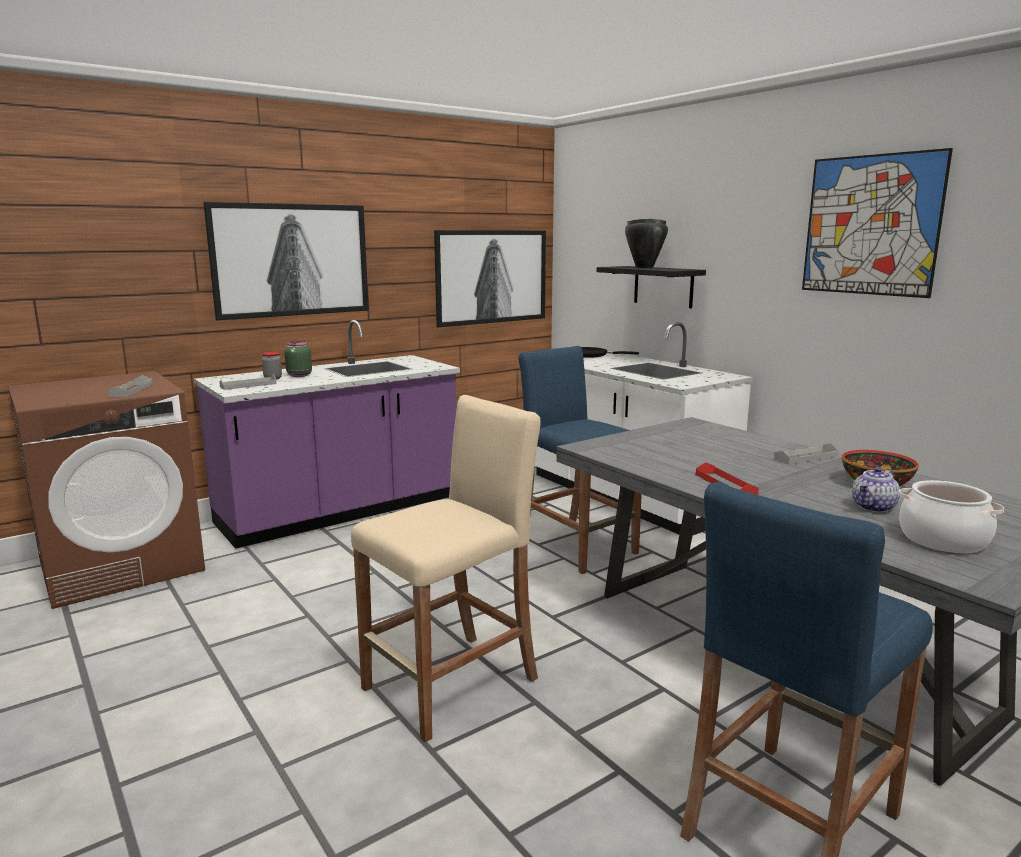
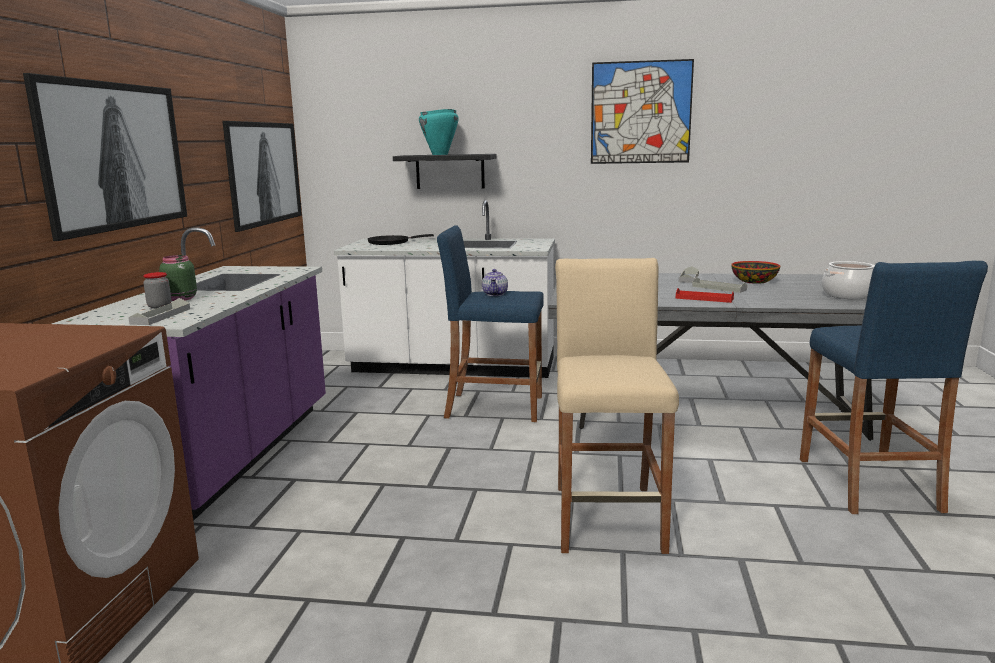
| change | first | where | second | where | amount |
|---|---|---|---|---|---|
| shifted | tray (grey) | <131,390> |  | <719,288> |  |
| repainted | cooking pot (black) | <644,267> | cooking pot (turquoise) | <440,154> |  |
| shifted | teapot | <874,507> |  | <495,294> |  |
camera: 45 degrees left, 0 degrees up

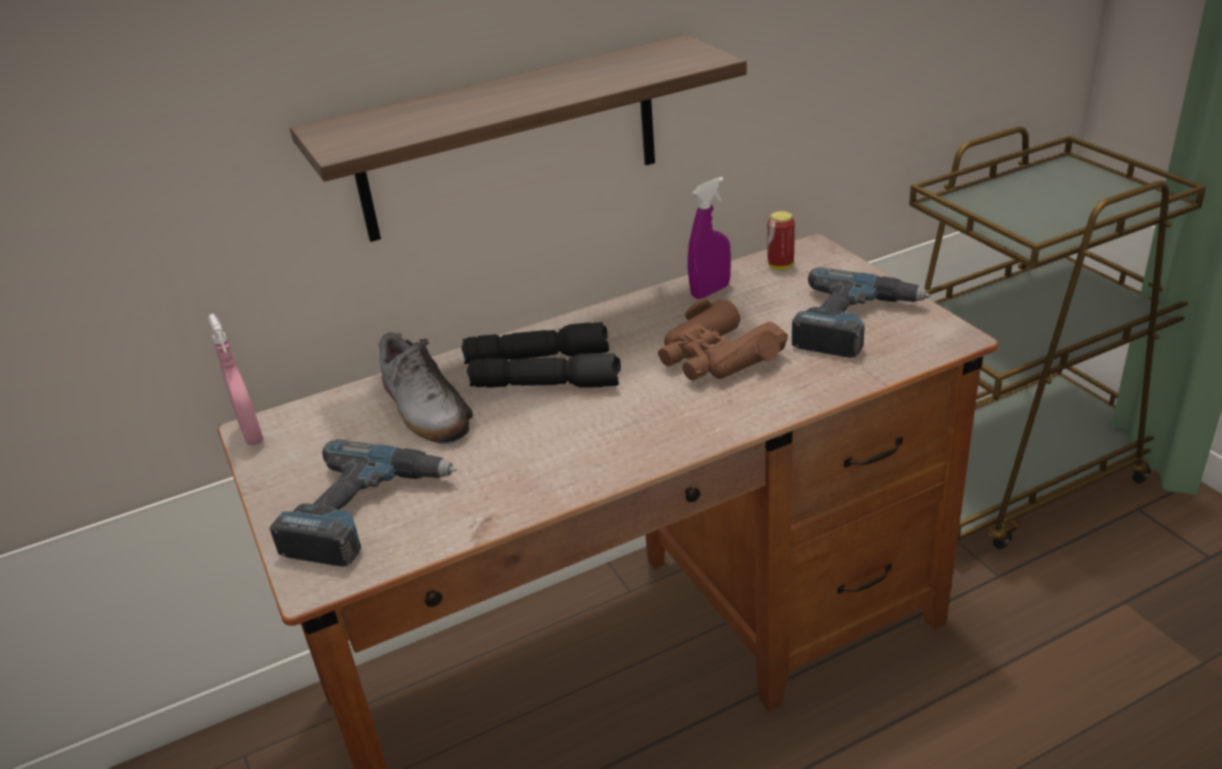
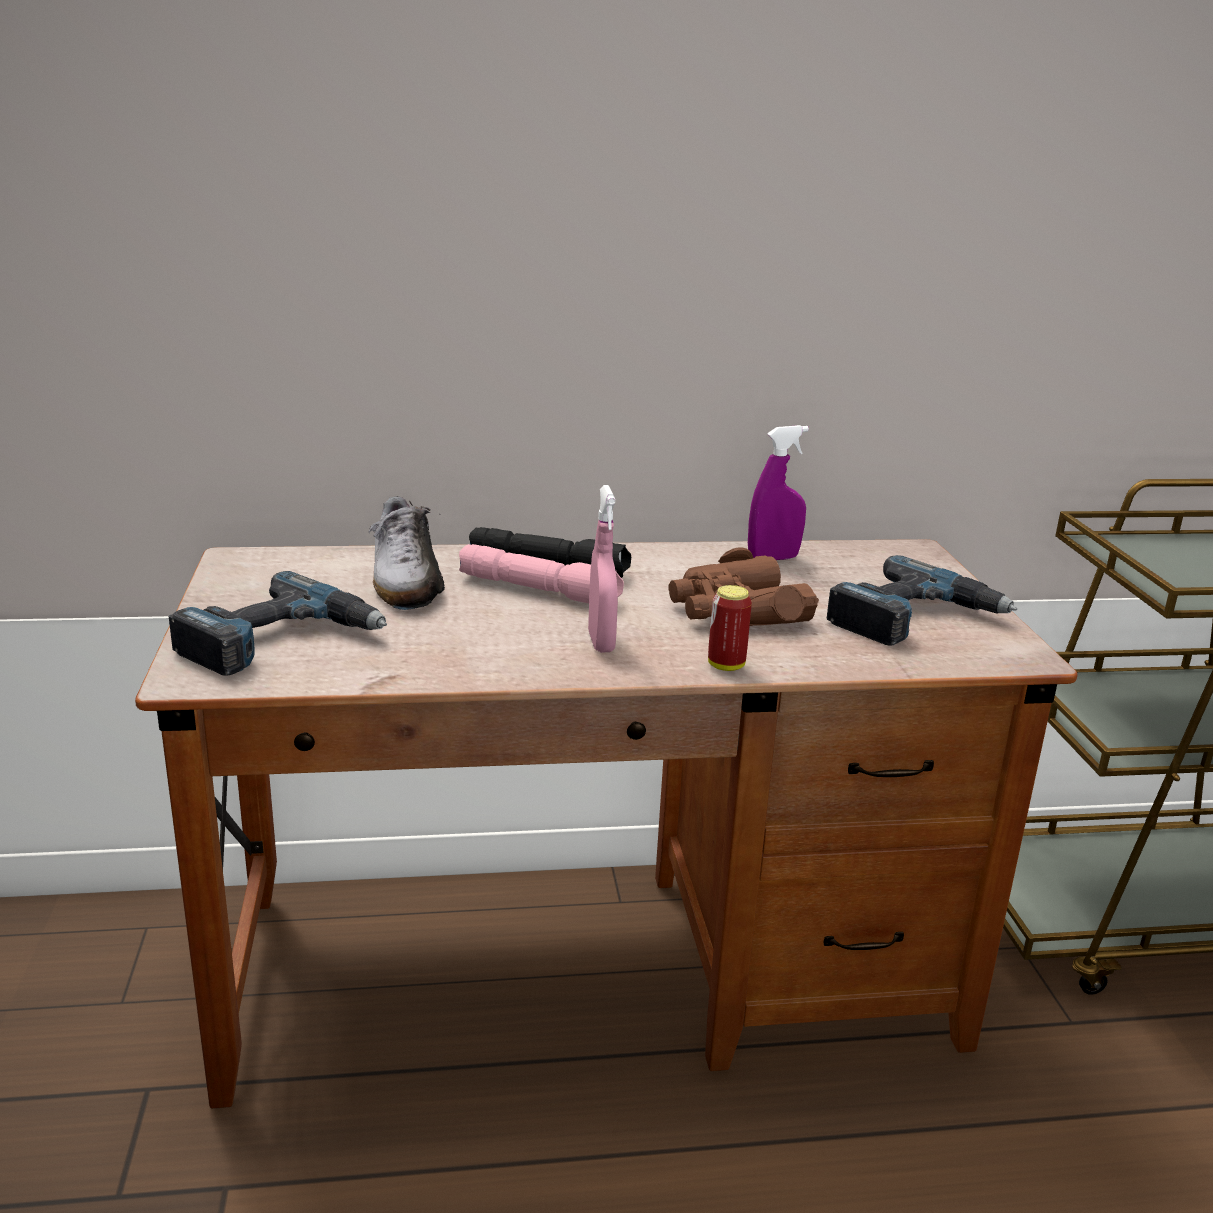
| change | first | where | second | where | amount |
|---|---|---|---|---|---|
| shifted | spray bottle (pink) | <252,434> |  | <601,642> |  |
| gone | shelf | <509,140> |  |  |  |
| repainted | flashlight (black) | <547,384> | flashlight (pink) | <540,590> |  |
| shifted | can | <780,266> |  | <726,665> |  |
camera: 15 degrees right, 10 degrees down

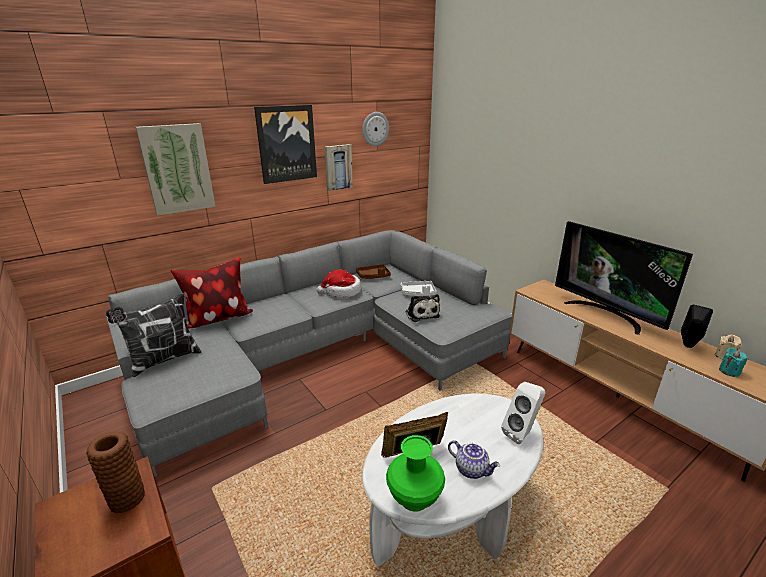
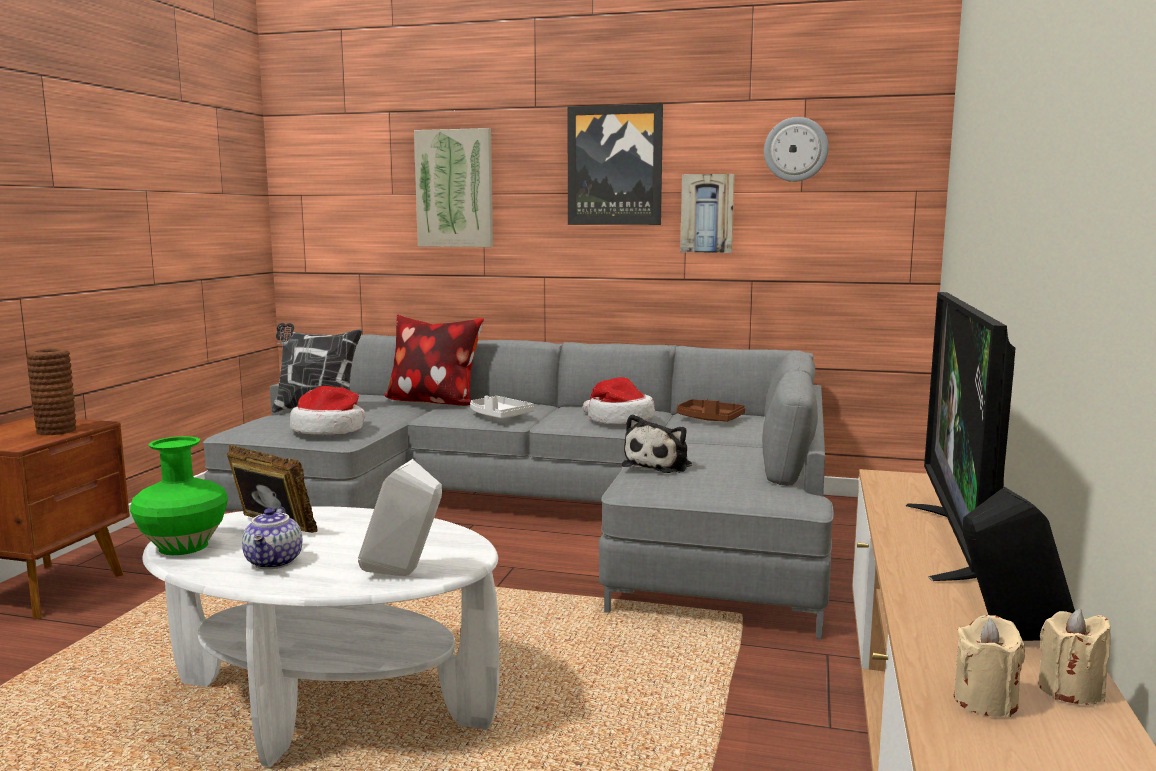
| change | first | where | second | where | amount |
|---|---|---|---|---|---|
| shifted | tray (white) | <418,293> |  | <499,416> |  |
| repainted | candle (turquoise) | <729,371> | candle (beige) | <985,701> |  |
| new |  |  | hat | <329,430> |  |
camera: 50 degrees right, 15 degrees down

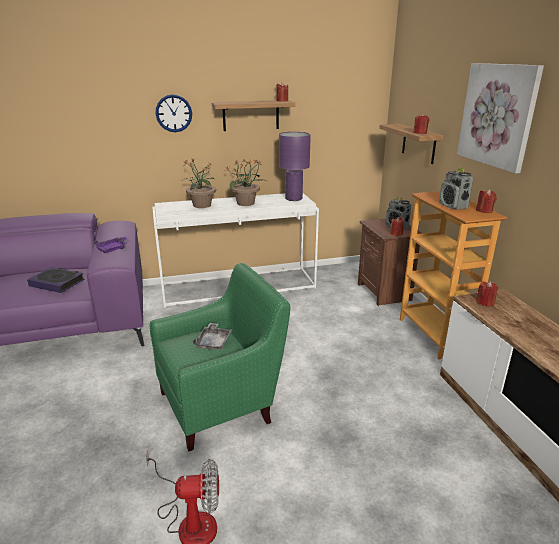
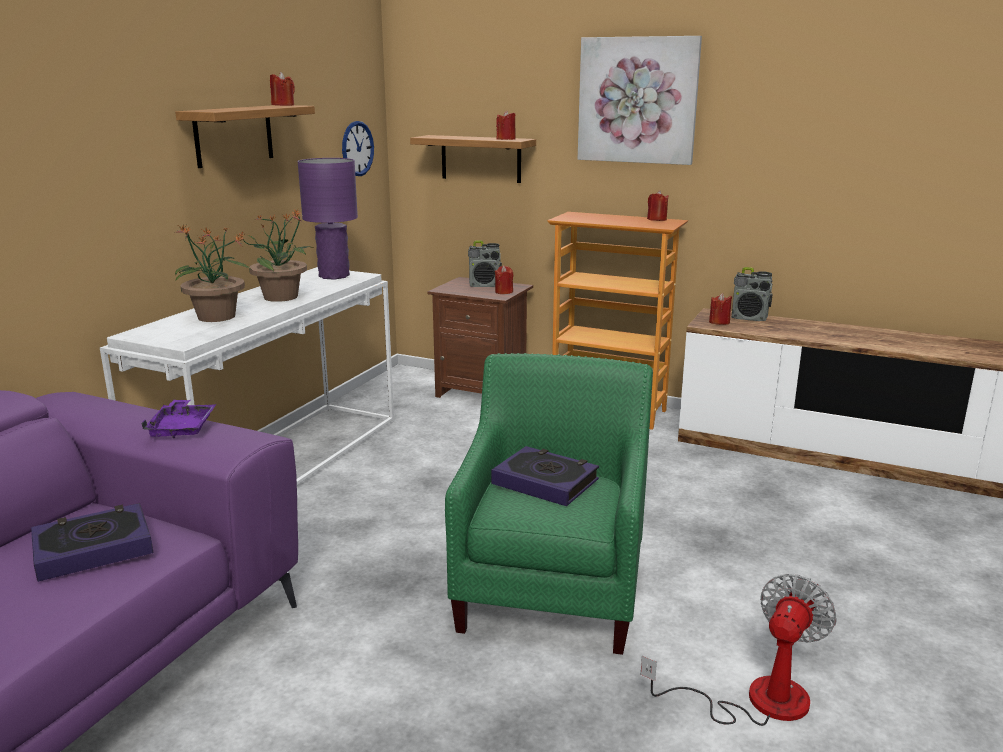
| change | first | where | second | where | amount |
|---|---|---|---|---|---|
| shifted | wall clock | <174,113> |  | <357,148> |  |
| swapped | tray (grey) | <214,342> | book | <545,482> |  |
| shifted | radio | <453,206> |  | <749,318> |  |
camera: 50 degrees left, 5 degrees down

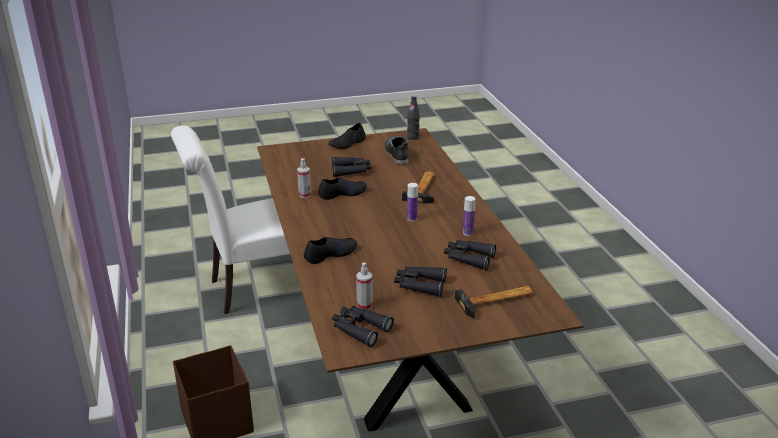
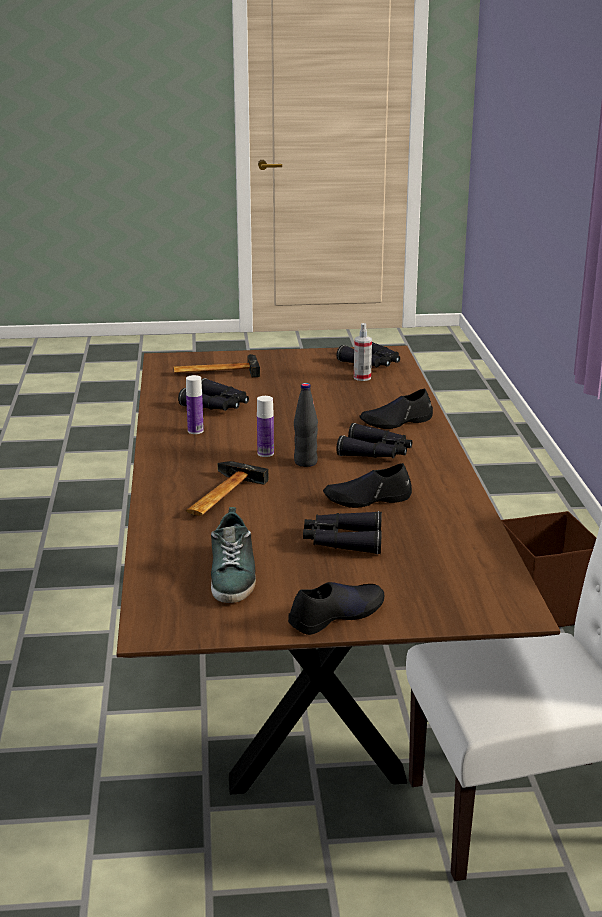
| change | first | where | second | where | amount |
|---|---|---|---|---|---|
| gone | spray bottle | <304,195> |  |  |  |
| shifted | binoculars (black) | <419,285> |  | <376,453> |  |
| shifted | bottle (black) | <413,137> |  | <305,462> |  |
camera: 170 degrees left, 5 degrees down

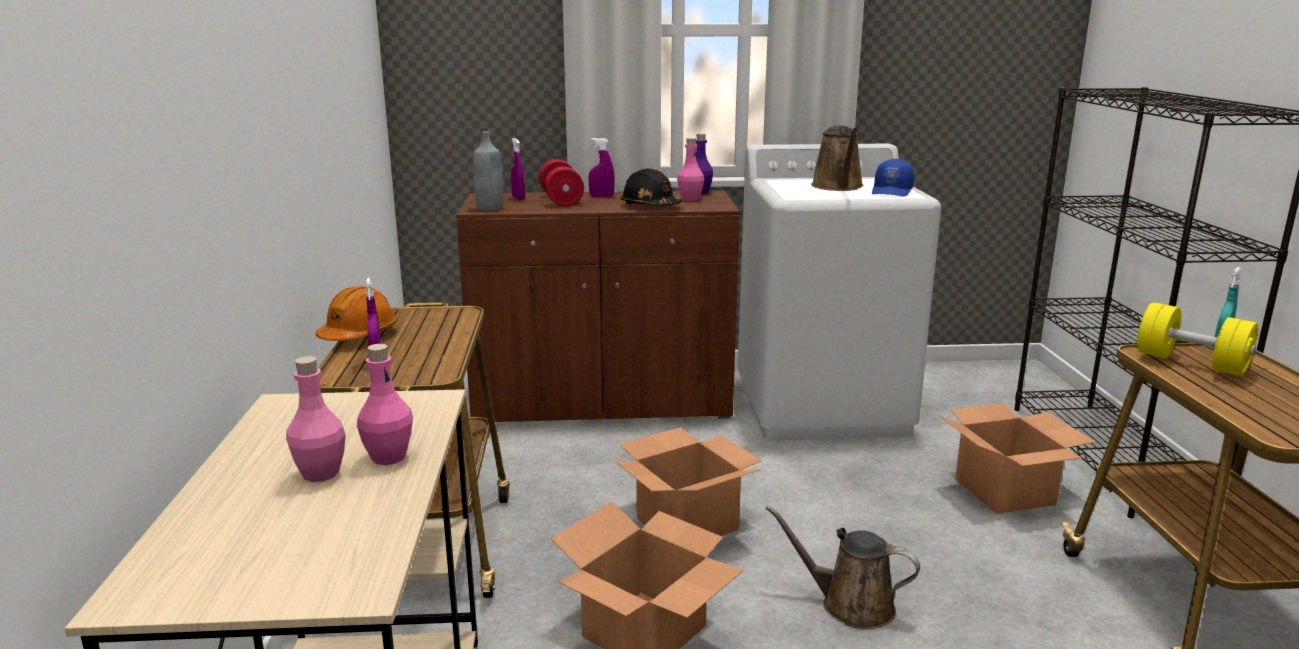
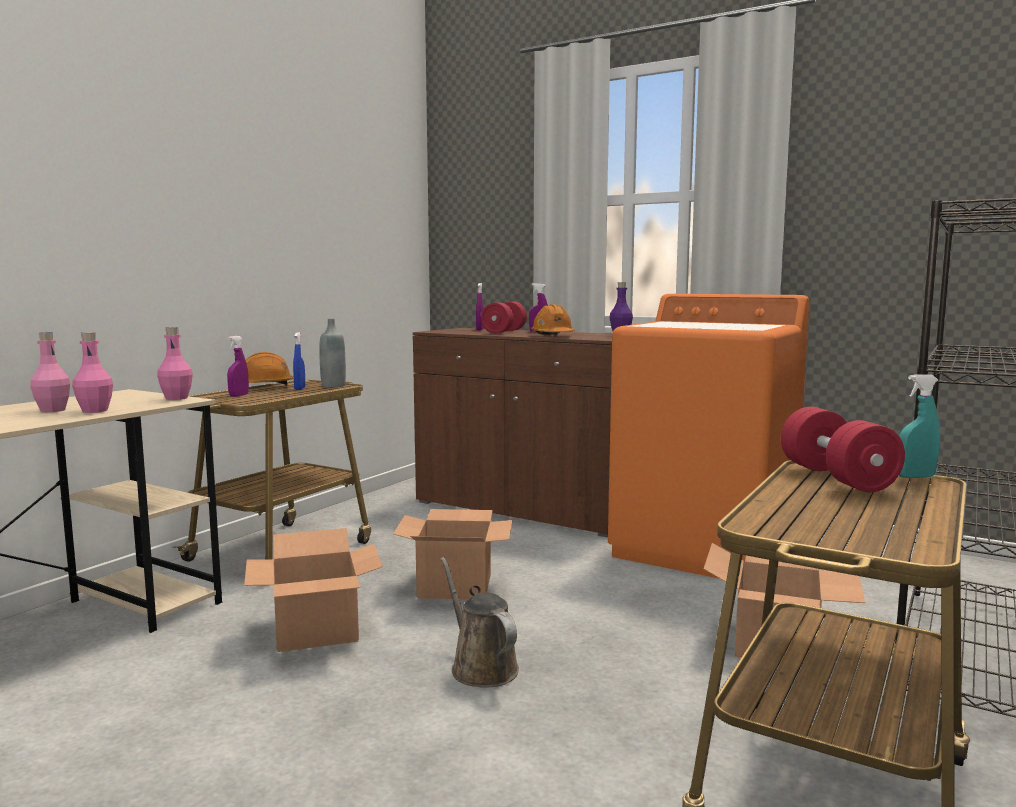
| change | first | where | second | where | amount |
|---|---|---|---|---|---|
| shifted | bottle (grey) | <490,208> |  | <333,386> |  |
| repainted | hard hat (black) | <650,206> | hard hat (orange) | <553,336> |  |
| shifted | bottle (pink) | <690,199> |  | <176,398> |  |
| repainted | washing machine (white) | <822,407> | washing machine (orange) | <704,548> |  |
| gone | watering can (brown) | <838,187> |  |  |  |
| gone | cap (blue) | <892,192> |  |  |  |
| repainted | dumbbell (yellow) | <1191,363> | dumbbell (red) | <836,477> |  |
| new |  |  | spray bottle (blue) | <300,389> |  |
camera: 35 degrees right, 10 degrees down

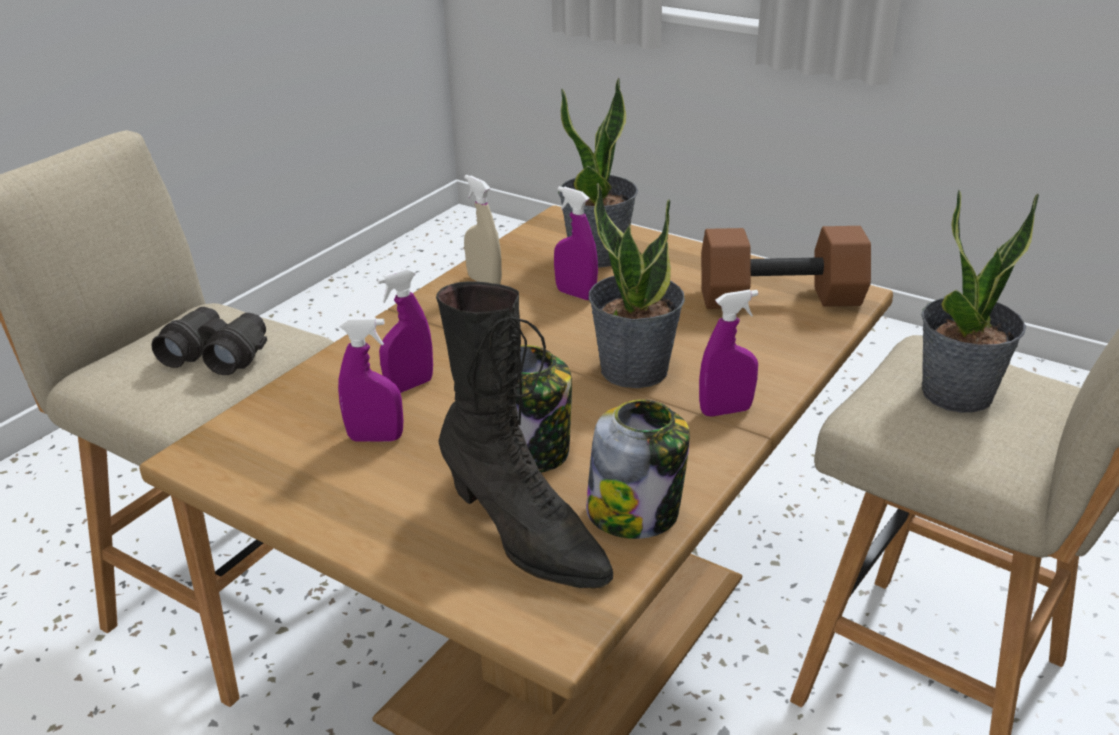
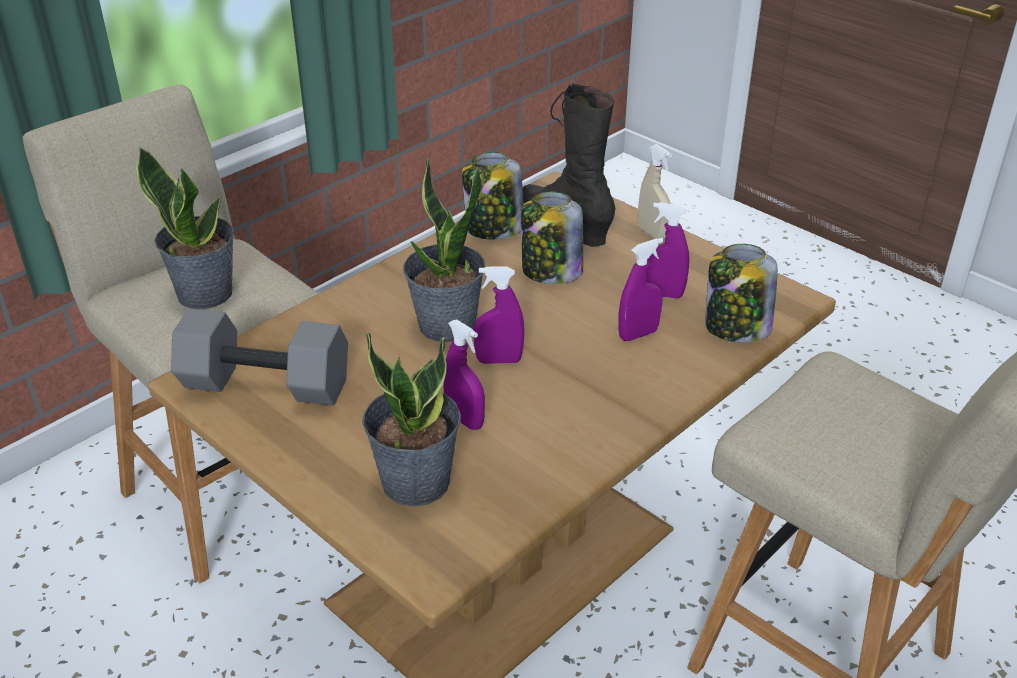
| change | first | where | second | where | amount |
|---|---|---|---|---|---|
| gone | binoculars (black) | <217,354> |  |  |  |
| shifted | spray bottle (beige) | <484,281> |  | <652,233> |  |
| shifted | spray bottle (purple) | <726,411> |  | <499,360> |  |
| repainted | dumbbell (brown) | <779,299> | dumbbell (grey) | <268,383> |  |
| new |  |  | jar | <736,328> |  |
camera: 170 degrees left, 5 degrees up

